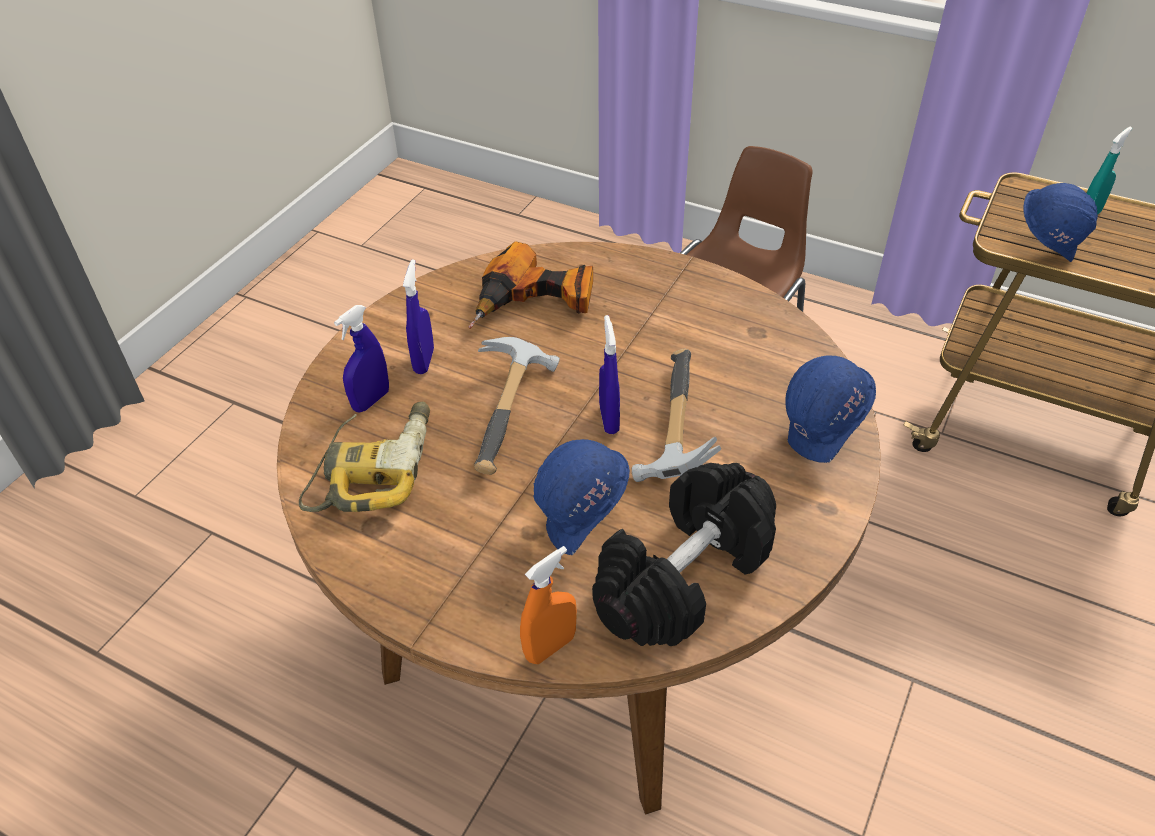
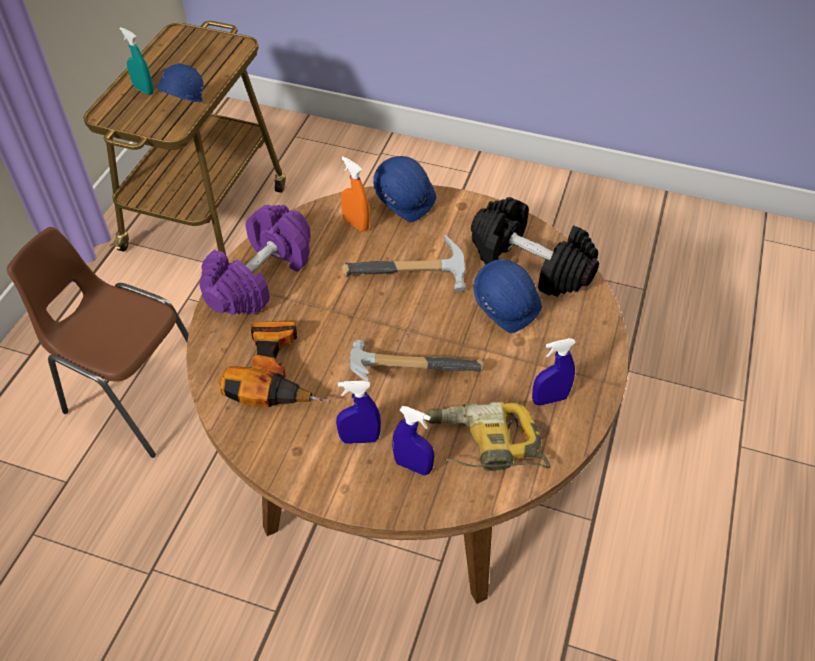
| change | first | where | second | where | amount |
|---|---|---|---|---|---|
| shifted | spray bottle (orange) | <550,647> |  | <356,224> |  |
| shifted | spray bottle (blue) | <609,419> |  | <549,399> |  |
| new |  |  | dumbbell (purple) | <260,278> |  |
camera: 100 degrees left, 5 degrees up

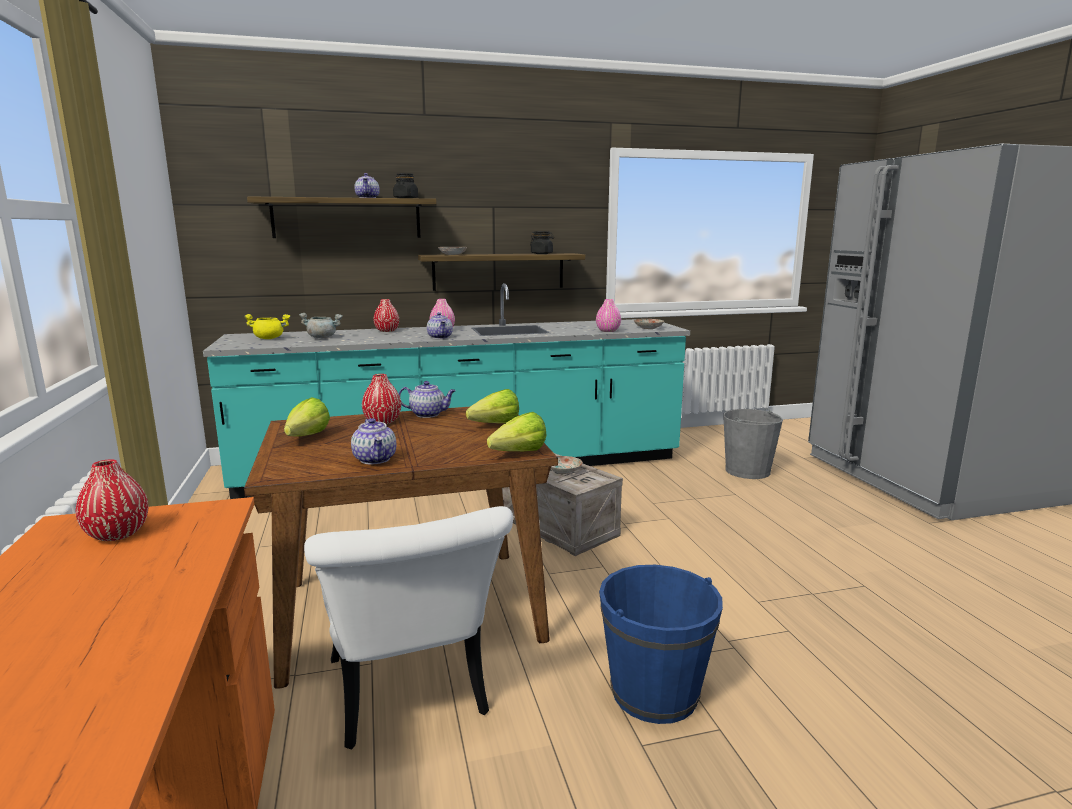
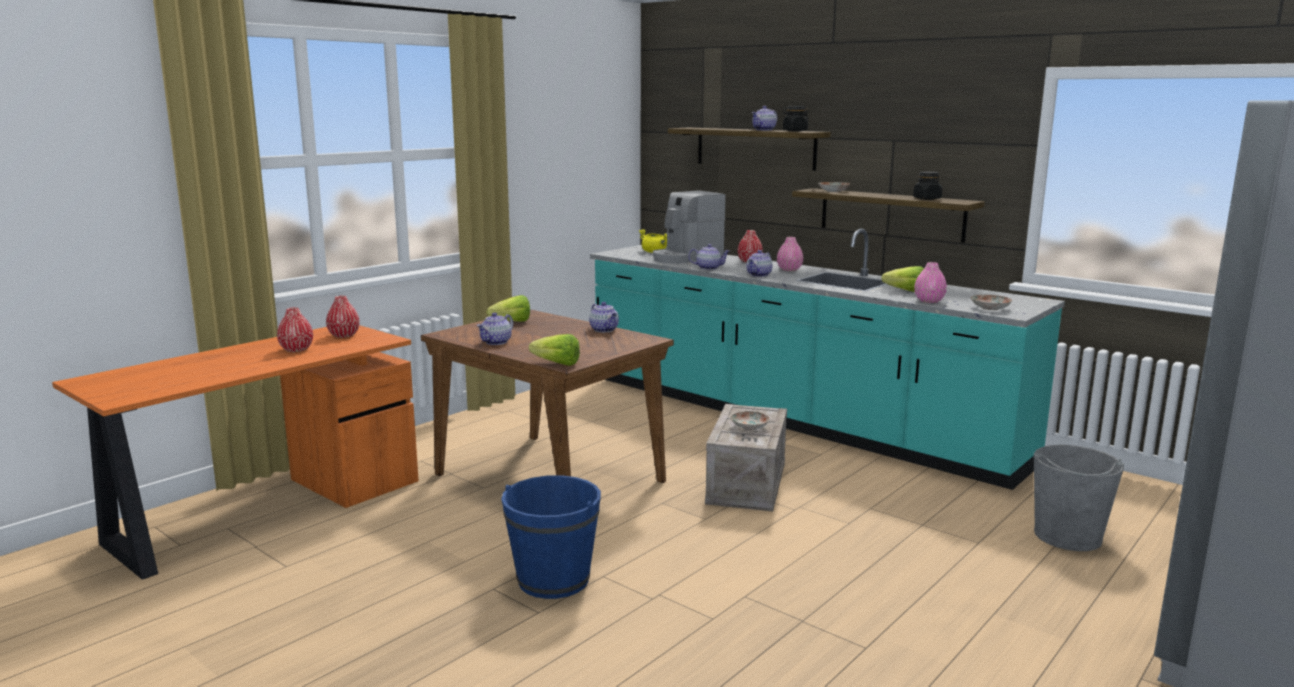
| change | first | where | second | where | amount |
|---|---|---|---|---|---|
| swapped | cooking pot (grey) | <323,337> | coffee machine | <686,258> |  |
| gone | chair (white) | <411,698> |  |  |  |
| shifted | vase (red) | <382,421> |  | <296,349> |  |
| shifted | lettuce | <490,425> |  | <902,291> |  |
| new |  |  | teapot | <709,268> |  |
camera: 55 degrees right, 0 degrees up

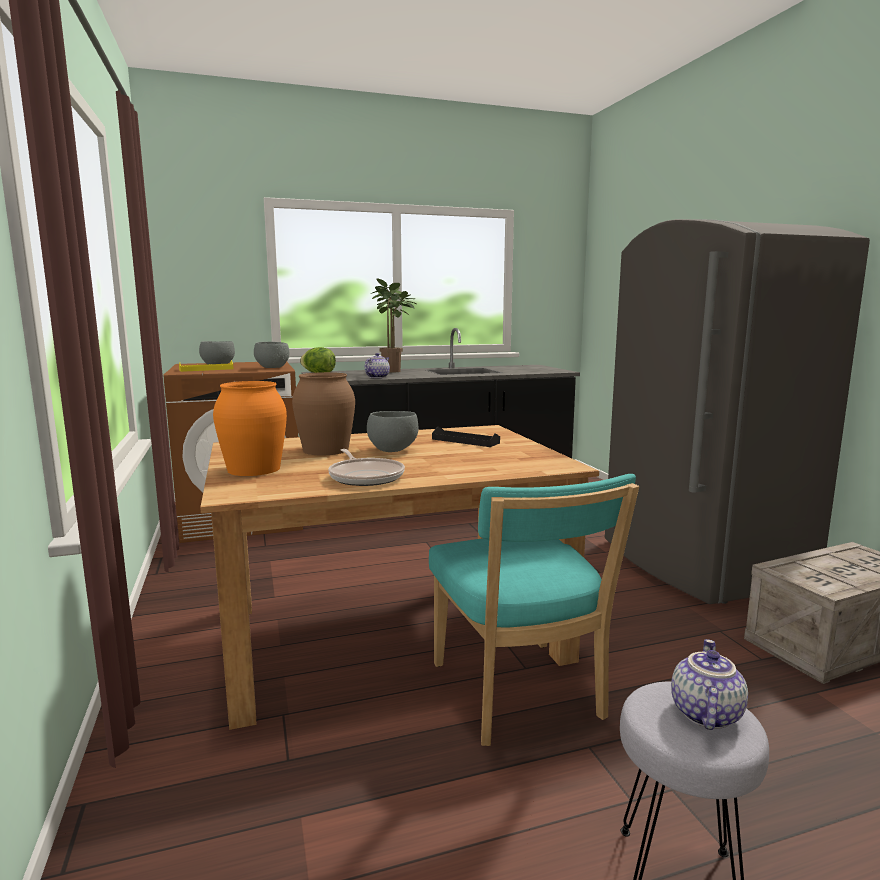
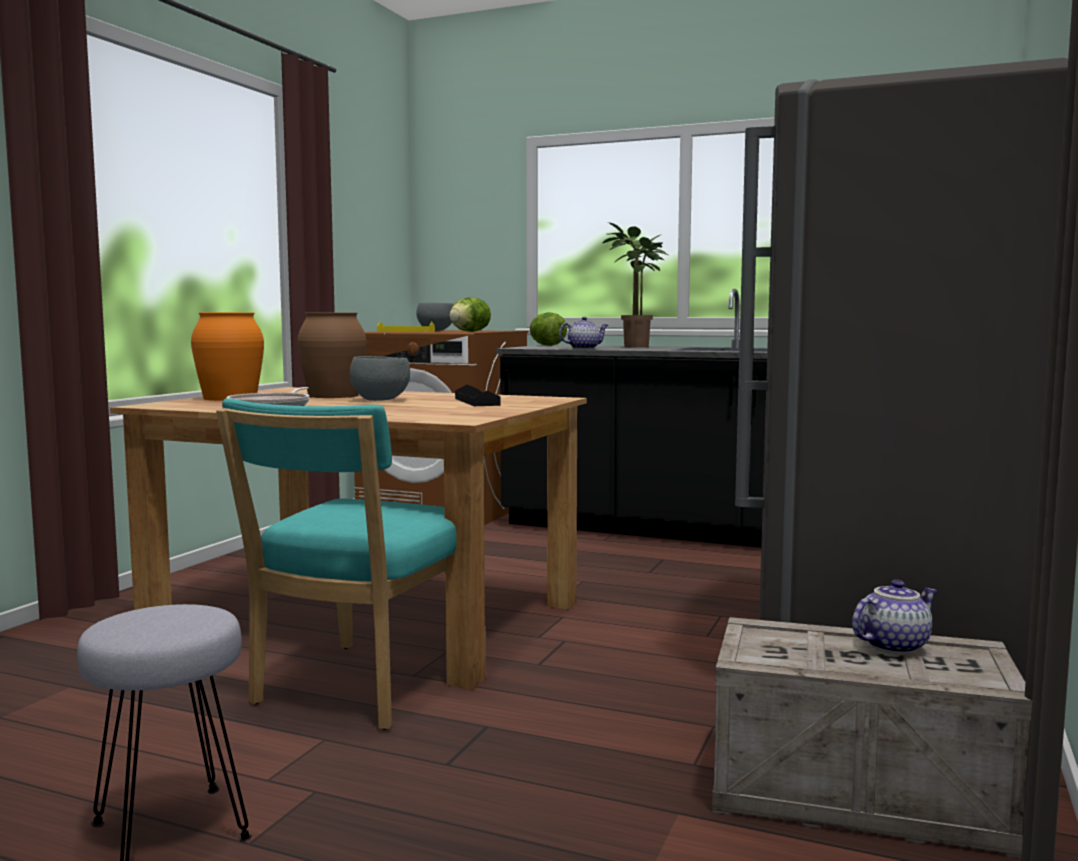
| change | first | where | second | where | amount |
|---|---|---|---|---|---|
| swapped | bowl (grey) | <273,368> | lettuce | <469,331> |  |
| shifted | teapot | <704,713> |  | <892,645> |  |
camera: 40 degrees right, 5 degrees down

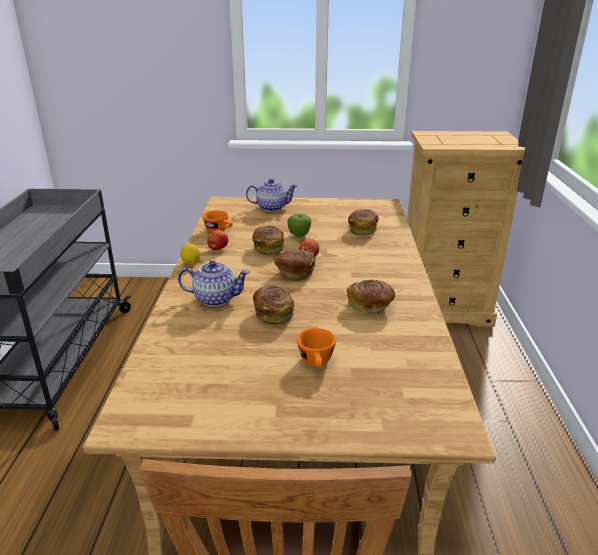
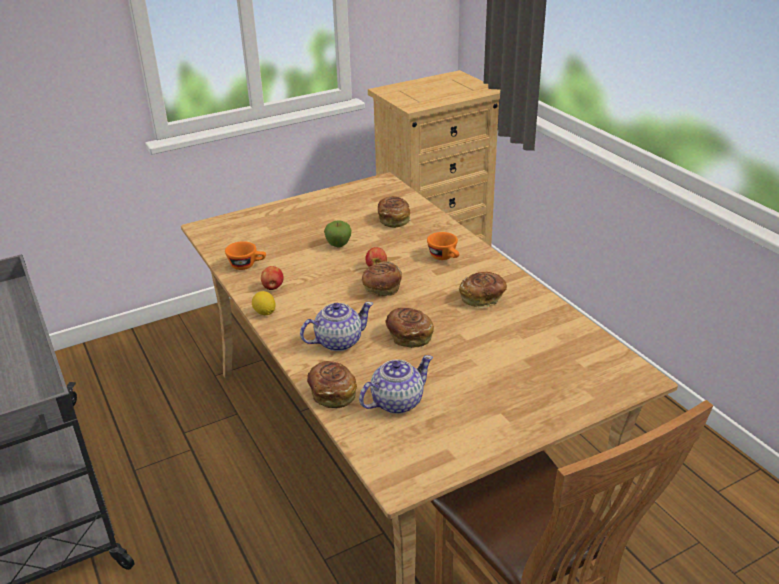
| change | first | where | second | where | amount |
|---|---|---|---|---|---|
| shifted | teapot | <271,207> |  | <396,402> |  |
| shifted | bread | <269,248> |  | <332,393> |  |
| shifted | cup (orange) | <317,362> |  | <445,257> |  |
camera: 30 degrees left, 5 degrees up

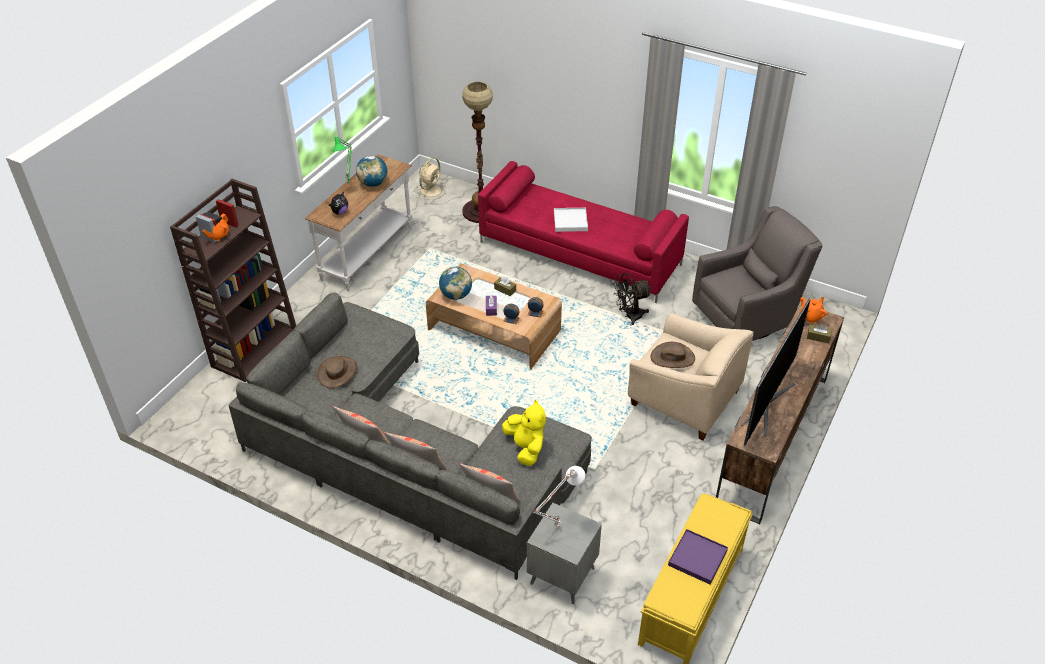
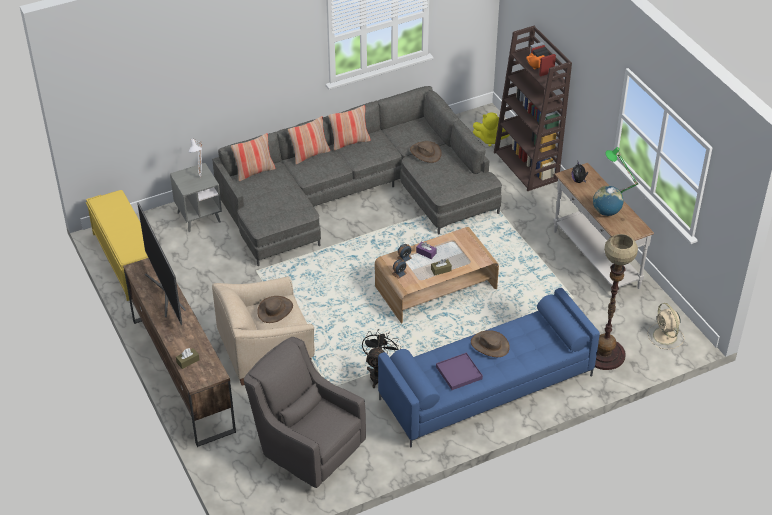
| change | first | where | second | where | amount |
|---|---|---|---|---|---|
| gone | globe | <456,295> |  |  |  |
| repainted | sofa (red) | <580,253> | sofa (blue) | <486,388> |  |
| shifted | plush toy (yellow) | <526,448> |  | <490,139> |  |
| swapped | tray (white) | <570,221> | hat (brown) | <490,345> |  |
| shifted | tray (purple) | <697,558> |  | <459,372> |  |
| rotated | armchair (grey) | <748,317> |  | <307,448> | 120 degrees clockwise |
| gone | teapot (orange) | <810,317> |  |  |  |
camera: 125 degrees right, 0 degrees up

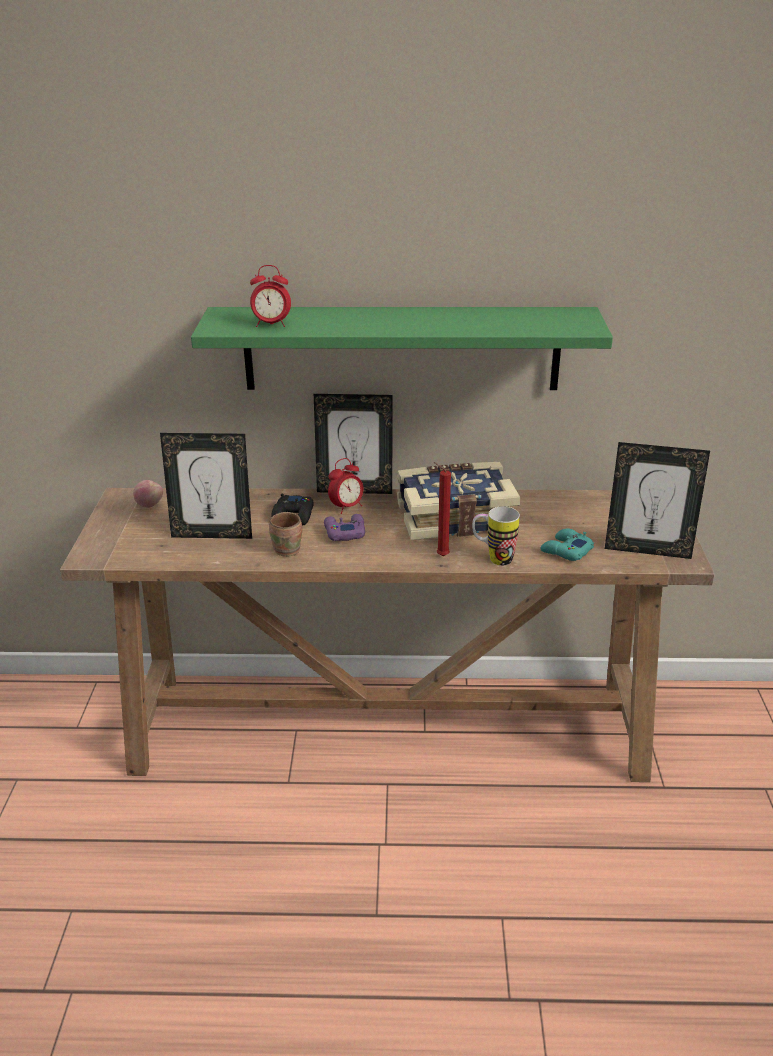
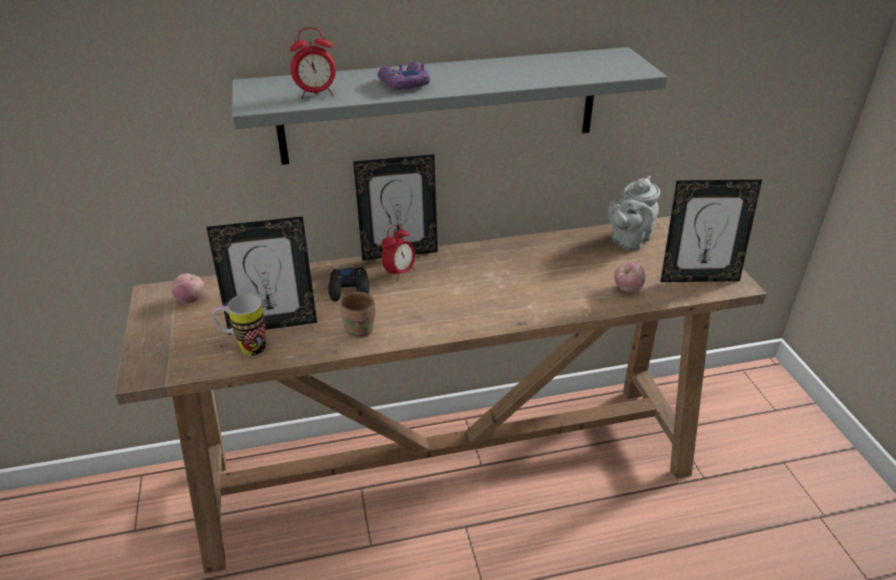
| change | first | where | second | where | amount |
|---|---|---|---|---|---|
| repainted | shelf (green) | <401,348> | shelf (grey) | <440,106> |  |
| shifted | game controller (purple) | <344,532> |  | <404,83> |  |
| gone | book | <454,516> |  |  |  |
| gone | candle (red) | <440,556> |  |  |  |
| shifted | mug | <493,558> |  | <245,348> |  |
| swapped | game controller (turquoise) | <566,550> | apple | <627,289> |  |
| new |  |  | teapot (grey) | <628,240> |  |
camera: 15 degrees left, 5 degrees up

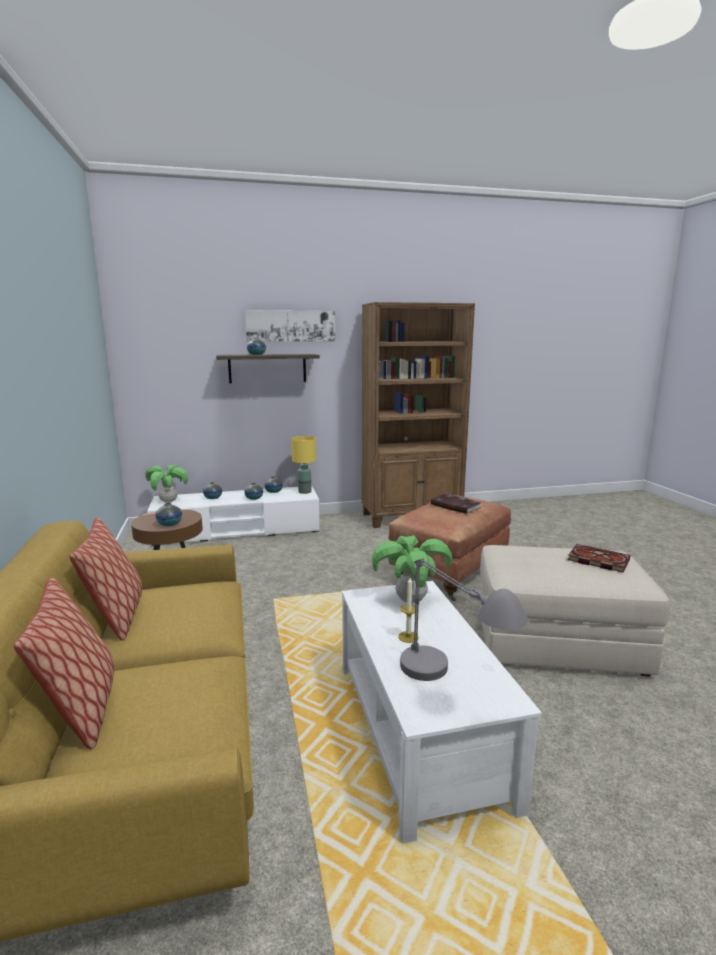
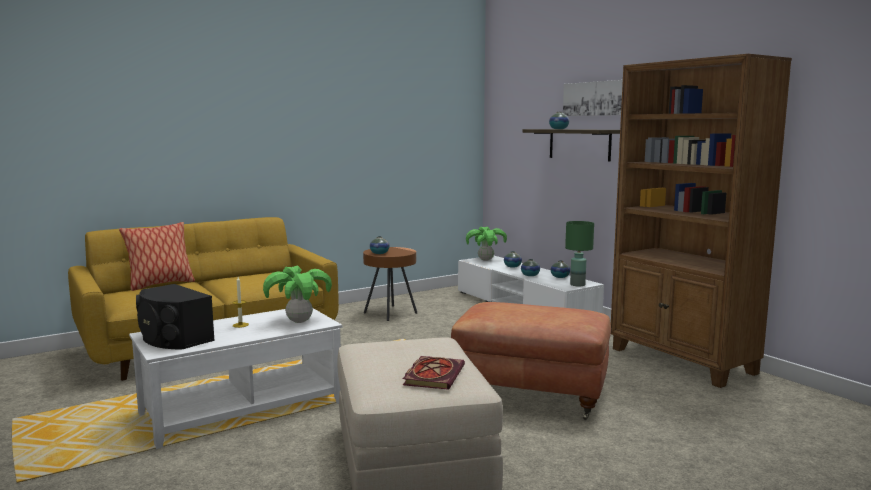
| change | first | where | second | where | amount |
|---|---|---|---|---|---|
| gone | pillow | <117,618> |  |  |  |
| repainted | table lamp (yellow) | <304,492> | table lamp (green) | <577,284> |  |
| swapped | table lamp (grey) | <450,690> | speaker (black) | <173,338> |  |
| gone | book | <455,506> |  |  |  |
camera: 70 degrees right, 5 degrees down

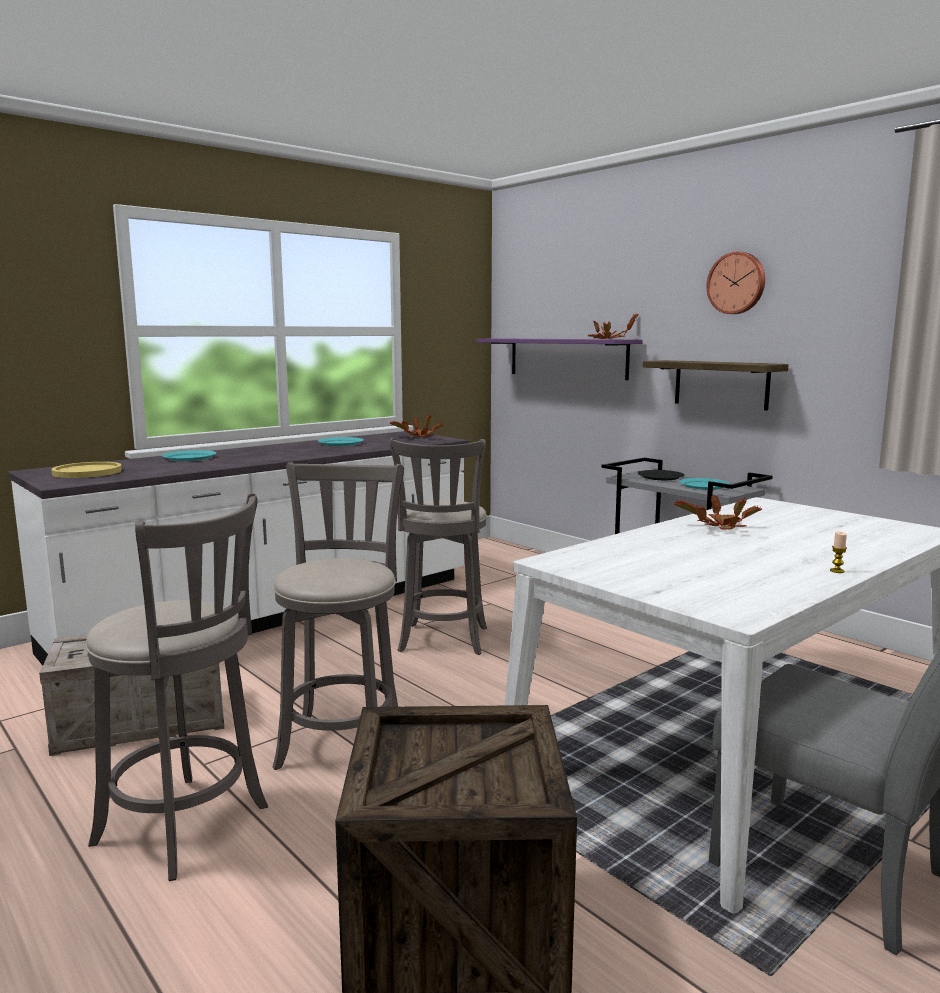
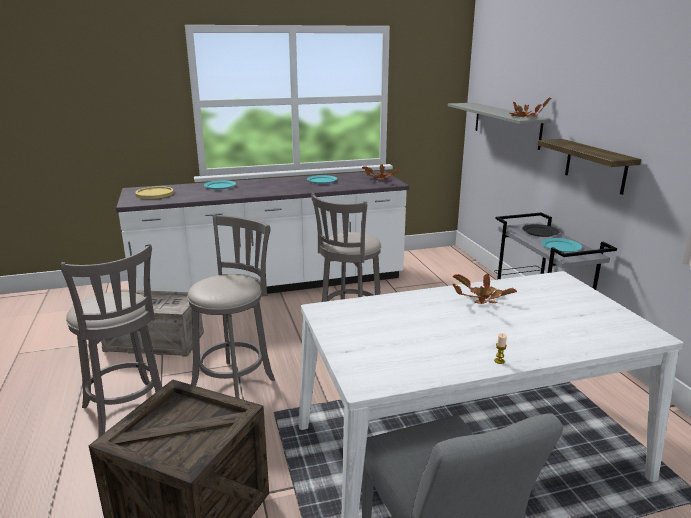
| change | first | where | second | where | amount |
|---|---|---|---|---|---|
| repainted | shelf (purple) | <567,358> | shelf (grey) | <506,124> |  |
| gone | wall clock | <737,283> |  |  |  |
camera: 25 degrees right, 10 degrees up

